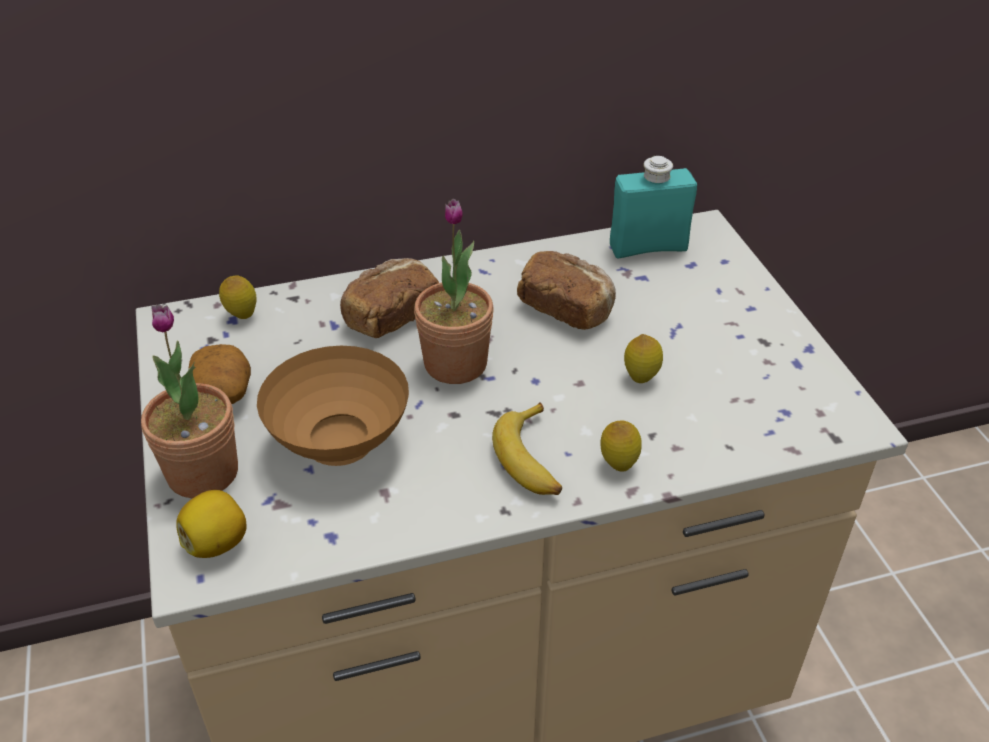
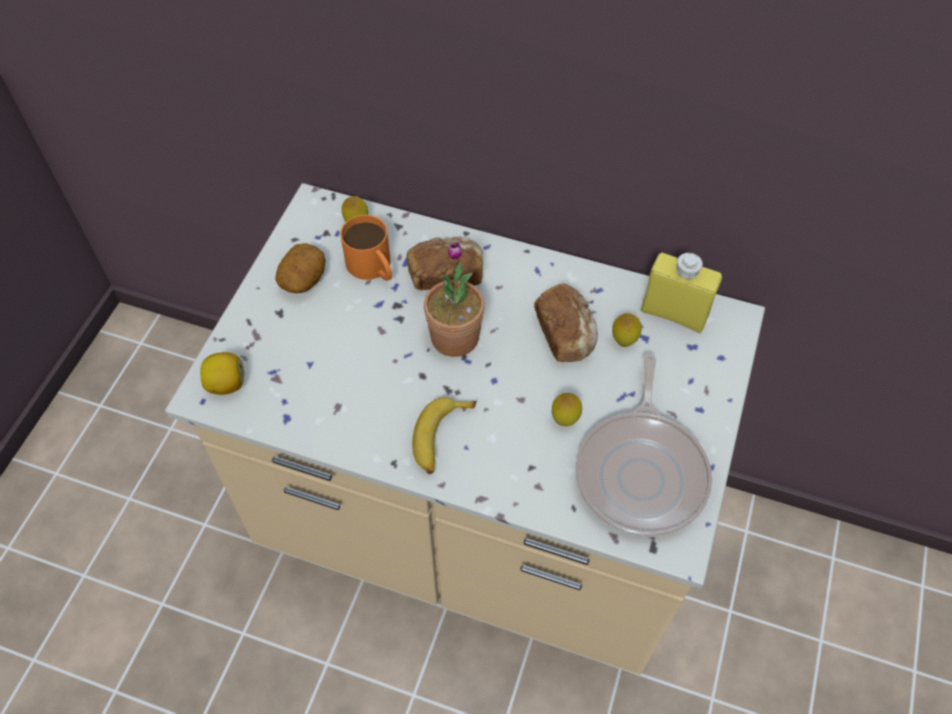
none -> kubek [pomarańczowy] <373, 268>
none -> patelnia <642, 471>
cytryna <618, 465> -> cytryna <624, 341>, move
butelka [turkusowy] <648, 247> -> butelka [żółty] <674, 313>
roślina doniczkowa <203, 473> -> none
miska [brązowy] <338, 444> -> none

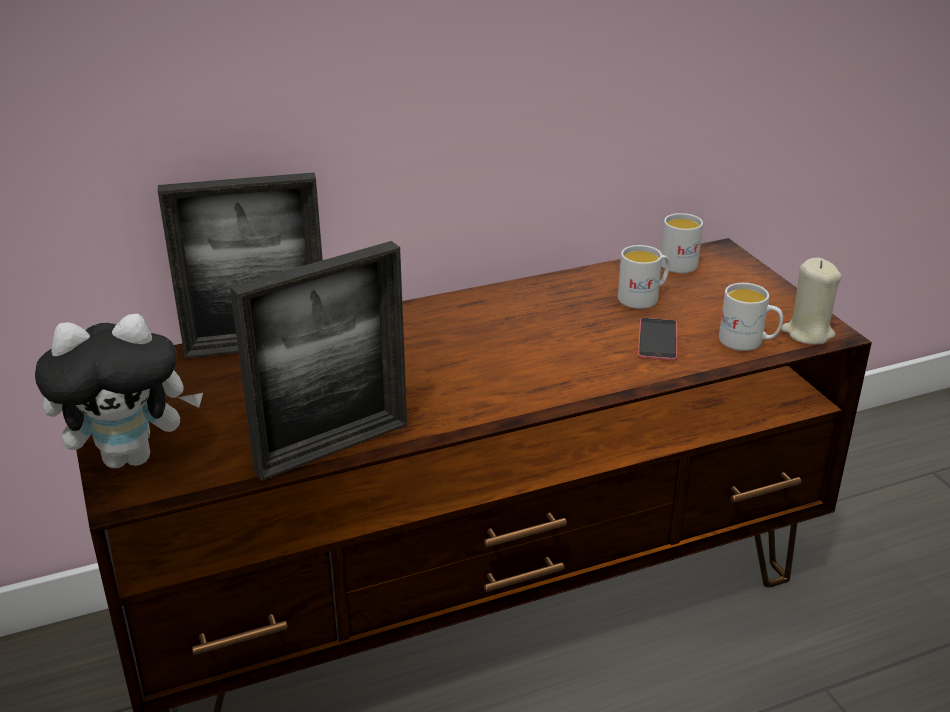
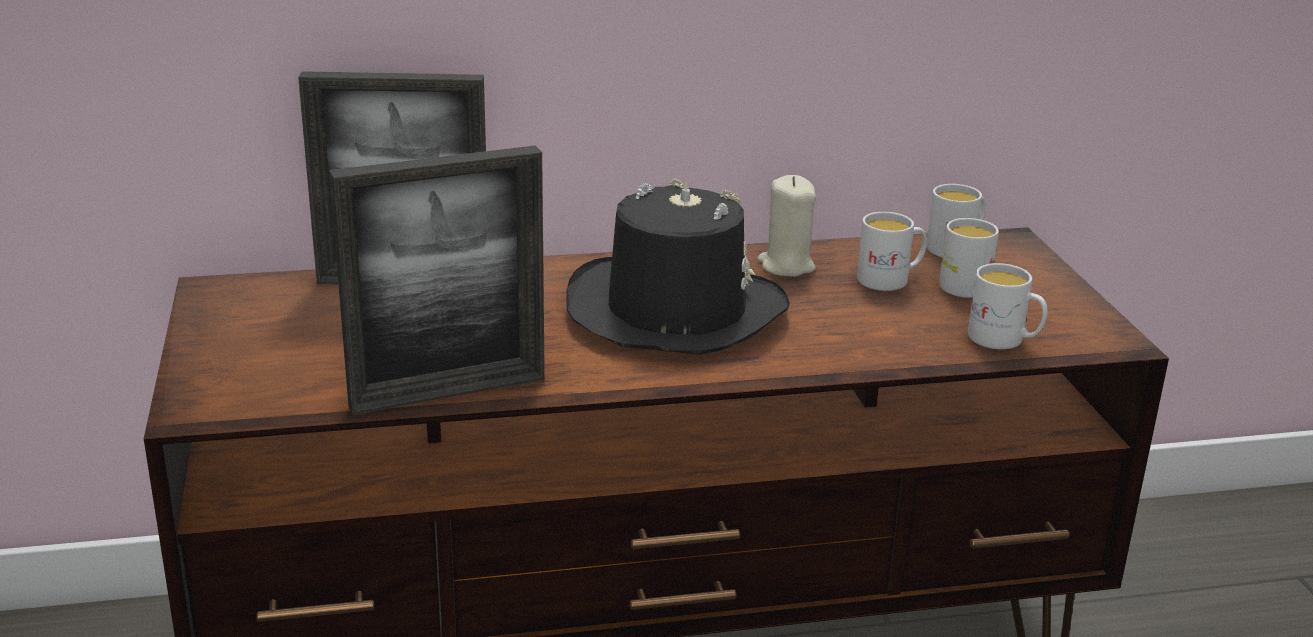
none -> kapelusz [czarny] <675, 310>
świeca [beżowy] <807, 333> -> świeca [beżowy] <786, 265>, move
none -> kubek [biały] <959, 283>
pluszak <131, 456> -> none
telefon <657, 339> -> none

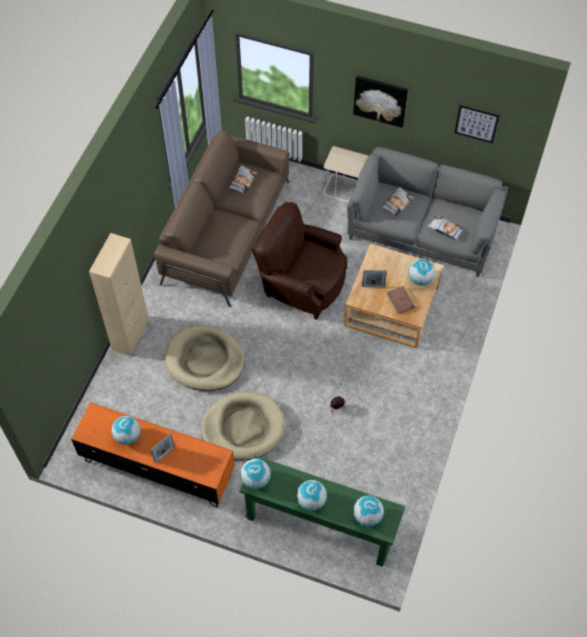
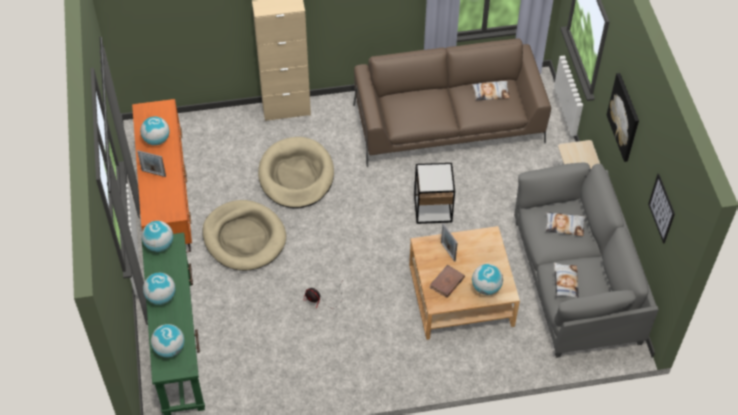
fotel [brązowy] <301, 283> -> stolik <433, 208>

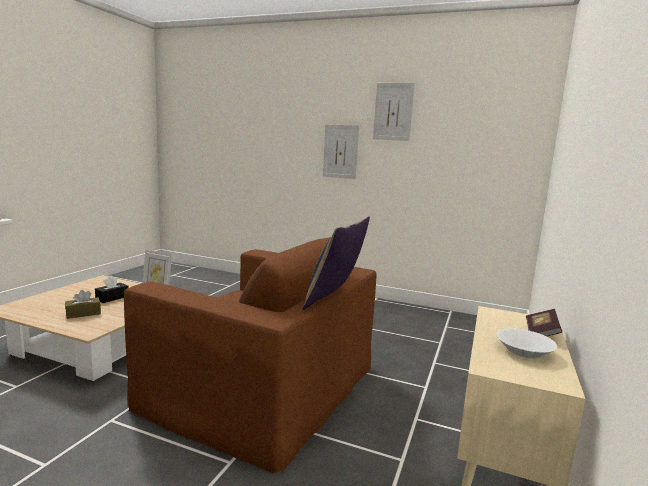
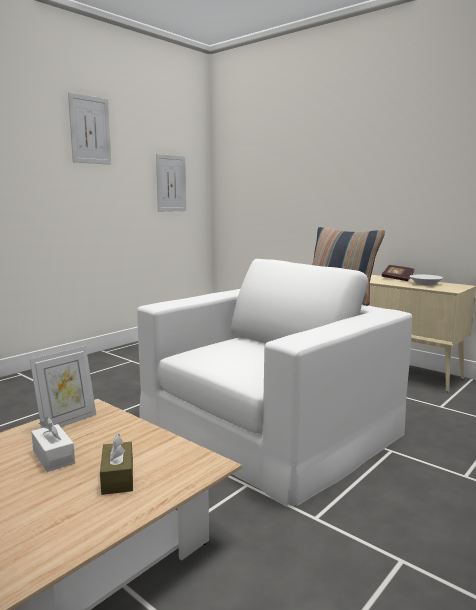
pudełko chusteczek [czarny] <112, 298> -> pudełko chusteczek [biały] <53, 457>
fotel [brązowy] <262, 385> -> fotel [biały] <269, 426>
obraz <340, 151> -> obraz <171, 183>, move

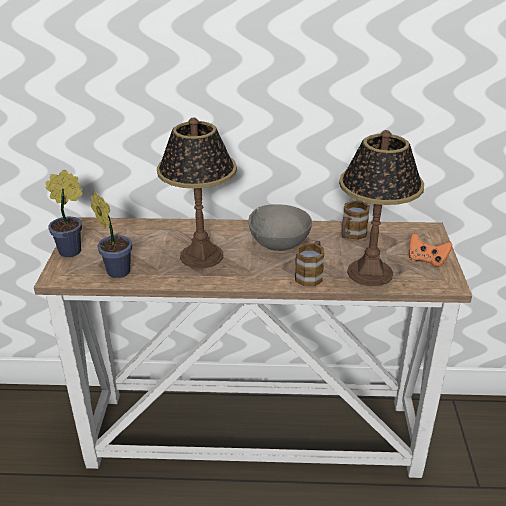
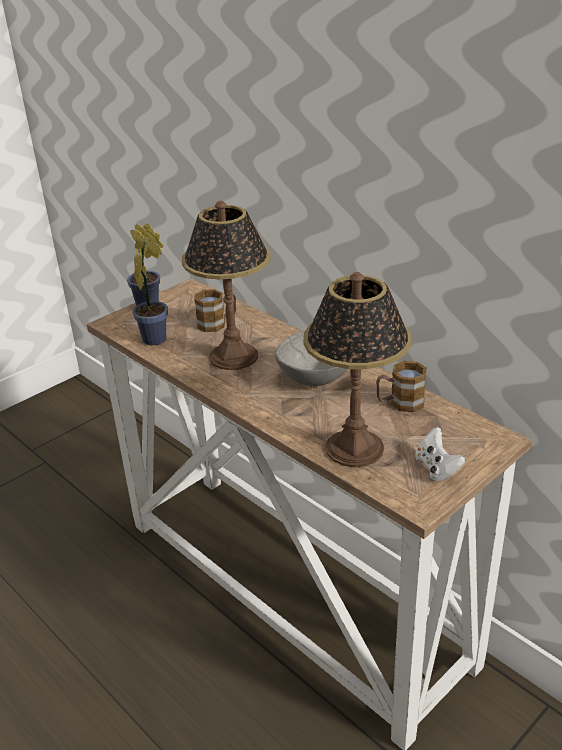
kubek <310, 274> -> kubek <217, 323>, move
pad do gier [pomarańczowy] <426, 260> -> pad do gier [biały] <436, 468>

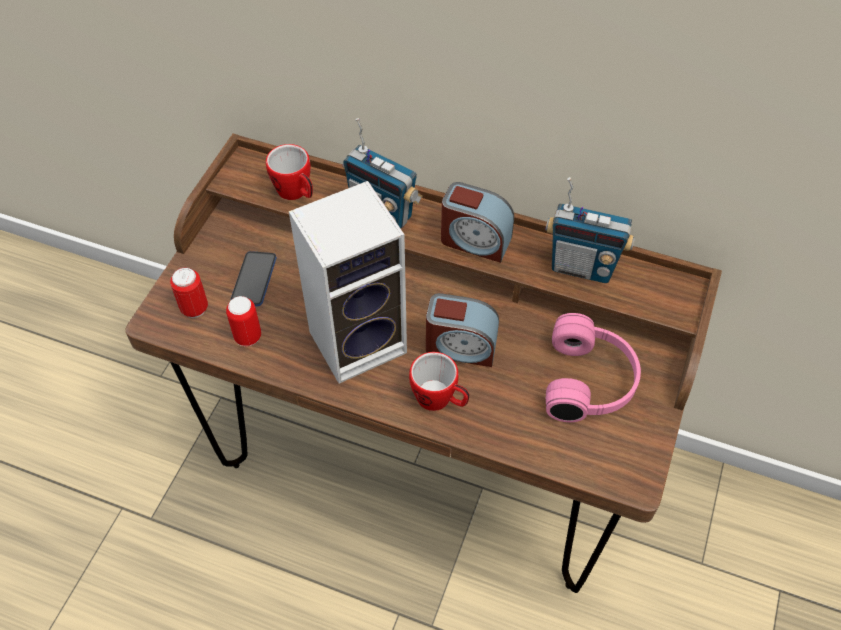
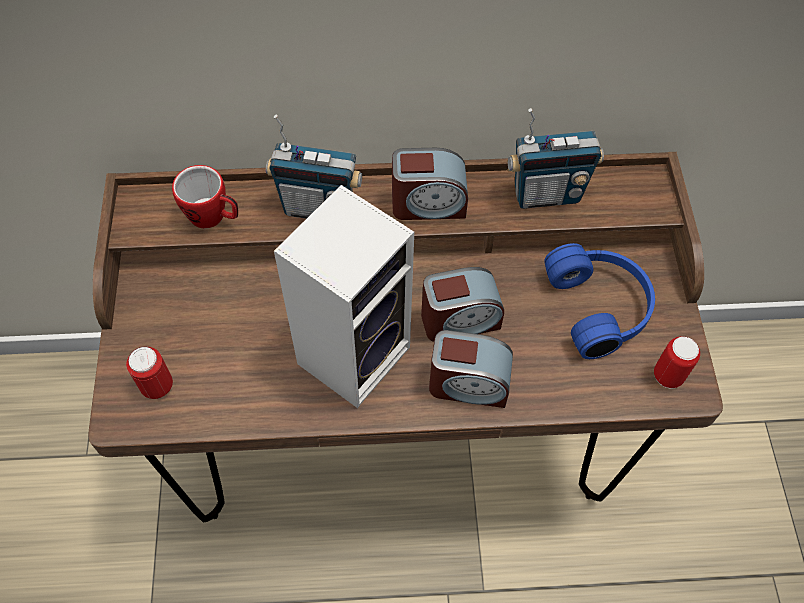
kubek <440, 400> -> budzik <468, 384>
słuchawki [różowy] <590, 381> -> słuchawki [niebieski] <600, 306>
puszka <248, 336> -> puszka <668, 375>, move
telefon <254, 280> -> none

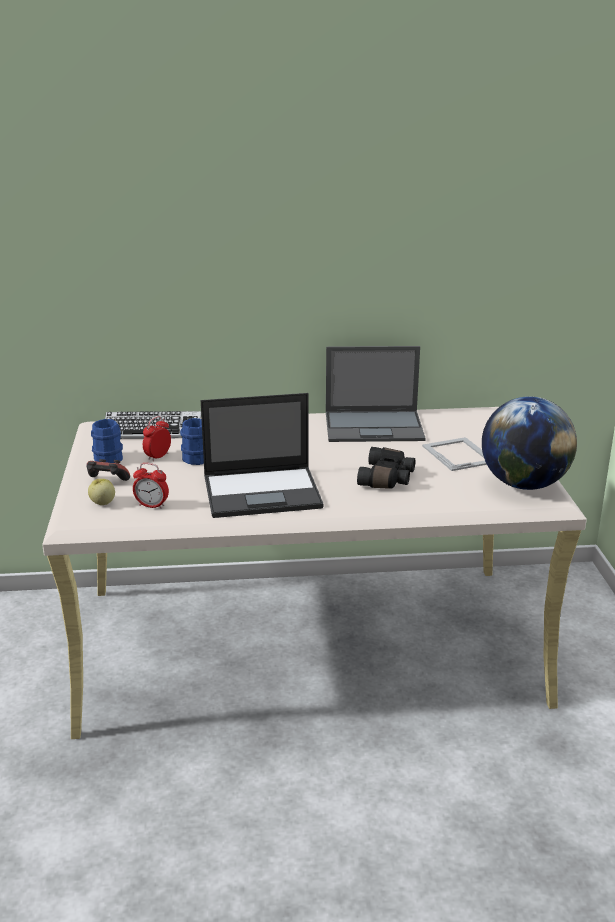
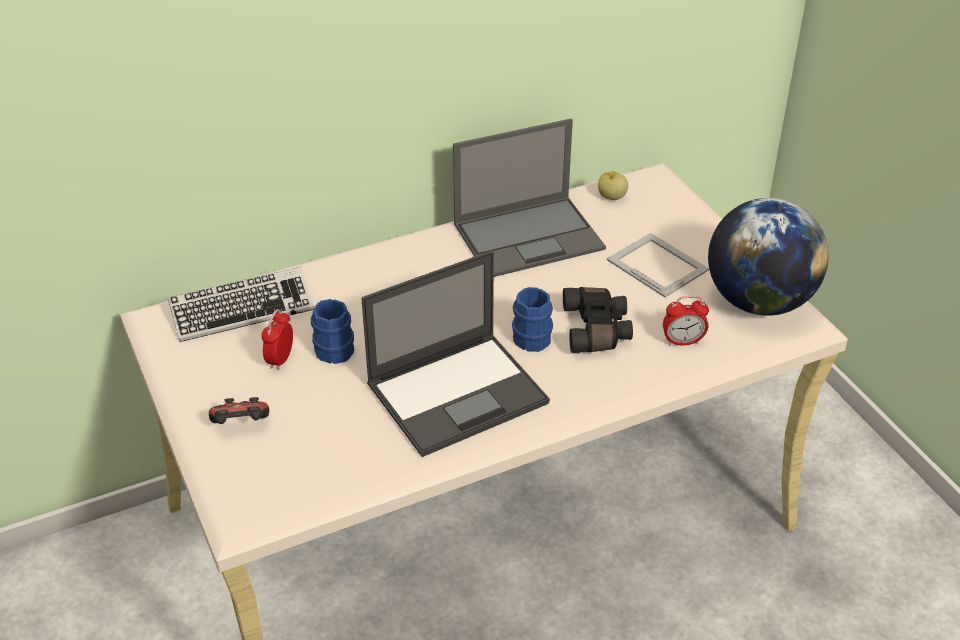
kubek [niebieski] <111, 457> -> kubek [niebieski] <532, 334>, move
jabłko <102, 503> -> jabłko <611, 197>, move
budzik <152, 506> -> budzik <682, 342>, move

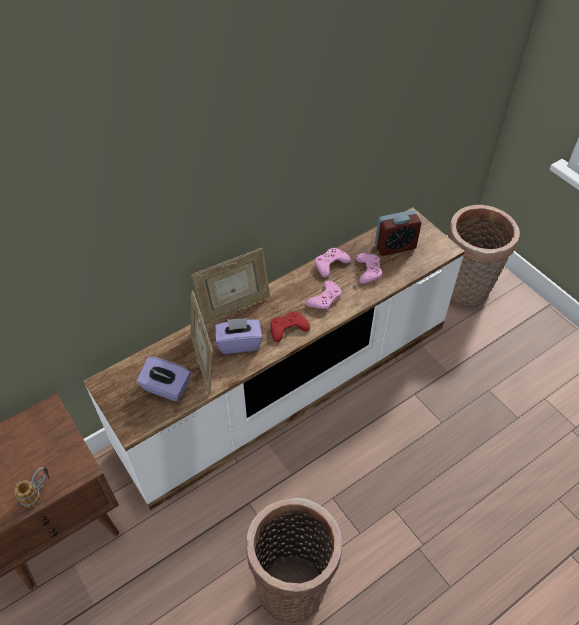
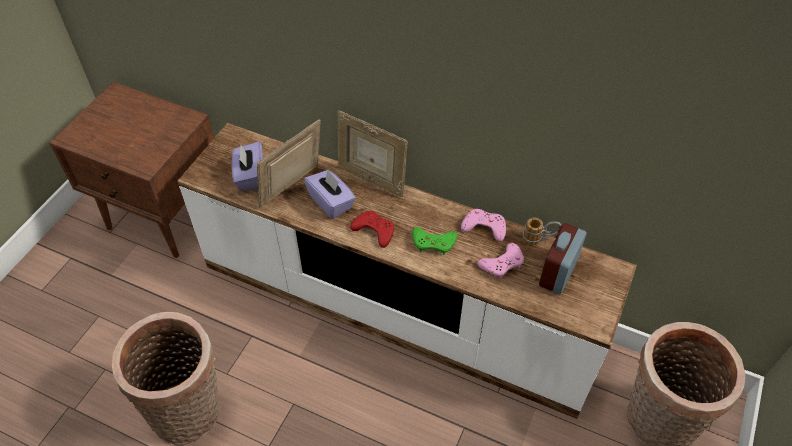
pad do gier [różowy] <325, 299> -> pad do gier [zielony] <433, 243>
kubek <38, 492> -> kubek <540, 240>, move
budzik <395, 246> -> budzik <558, 273>, 75 degrees clockwise

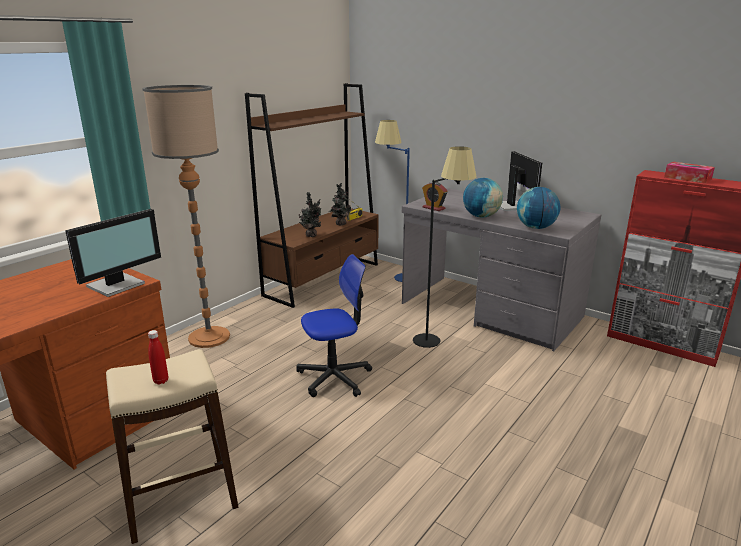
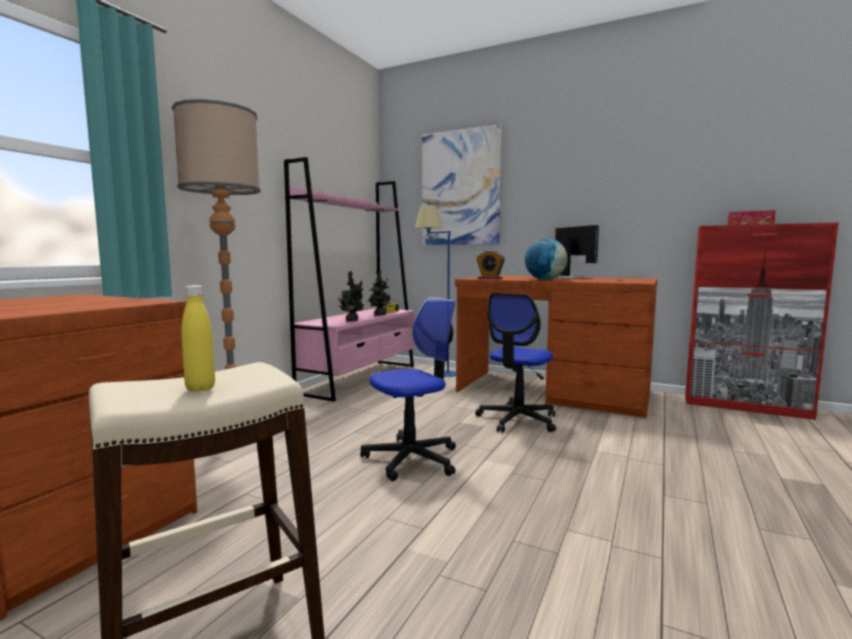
butelka [czerwony] <161, 381> -> butelka [żółty] <200, 388>
regał [brązowy] <323, 279> -> regał [różowy] <360, 378>
none -> obraz <460, 188>
biurko [szary] <490, 310> -> biurko [brązowy] <553, 392>
lampa stojąca [czarny] <438, 343> -> krzesło biurowe <517, 420>
monitor <117, 285> -> none
globus <536, 228> -> none

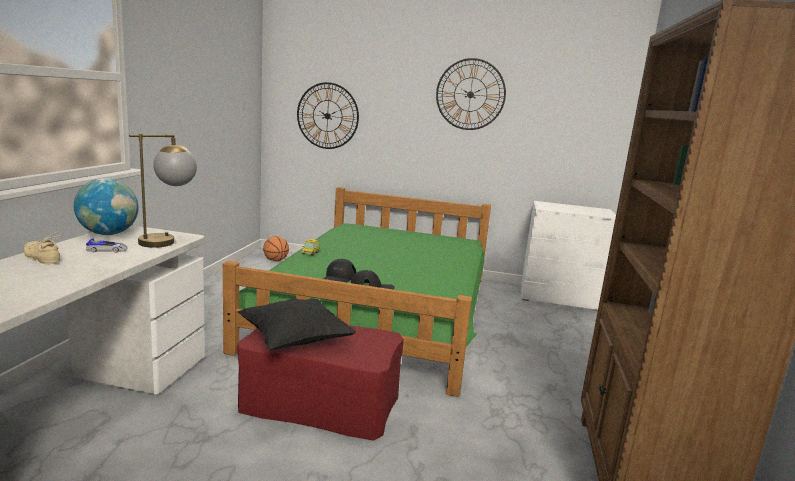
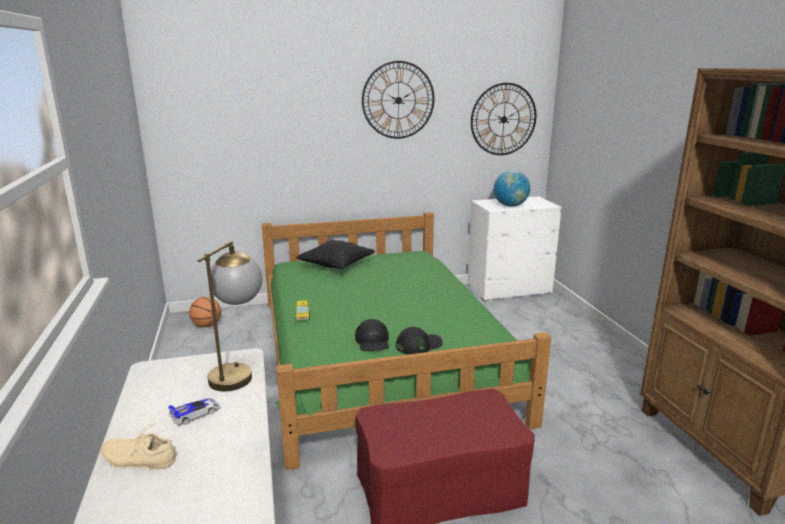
poduszka [czarny] <295, 341> -> poduszka [czarny] <337, 267>, move
zegar ścienny <327, 116> -> zegar ścienny <503, 119>, move
globus <108, 234> -> globus <510, 206>, move

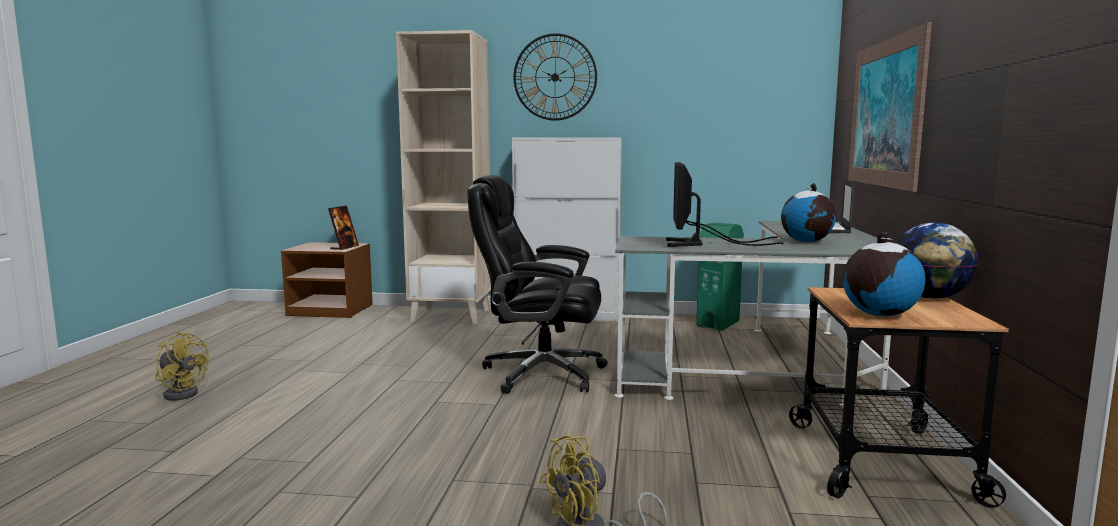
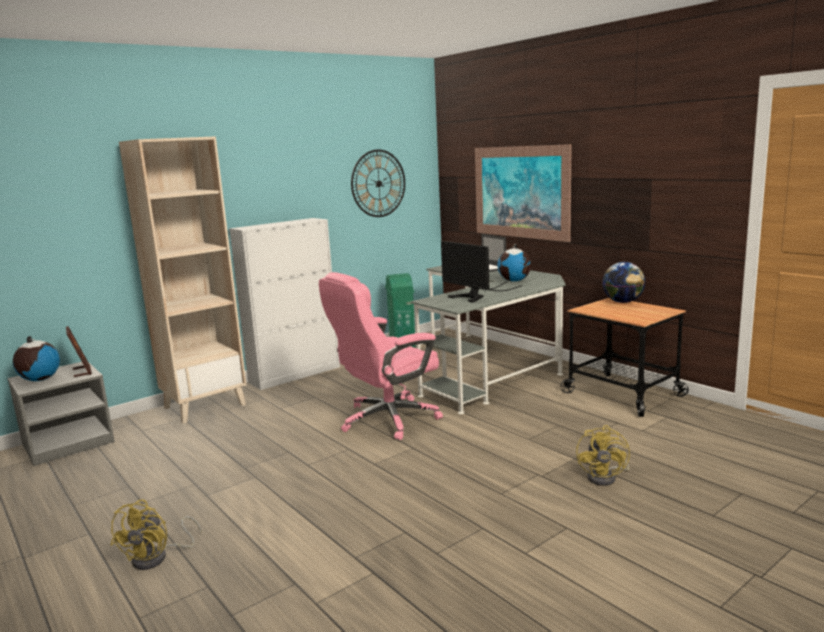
szafka nocna [brązowy] <331, 310> -> szafka nocna [szary] <69, 443>
globus <879, 315> -> globus <40, 380>, move
wentylator [żółty] <182, 393> -> wentylator [żółty] <157, 558>, 120 degrees clockwise
krzesło biurowe [czarny] <540, 374> -> krzesło biurowe [różowy] <387, 419>
zegar ścienny <555, 77> -> zegar ścienny <378, 183>, move

